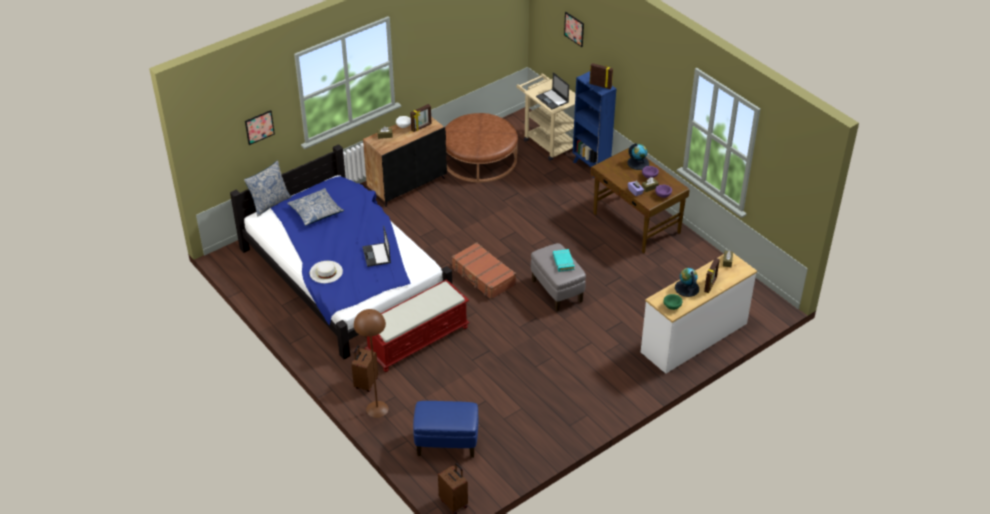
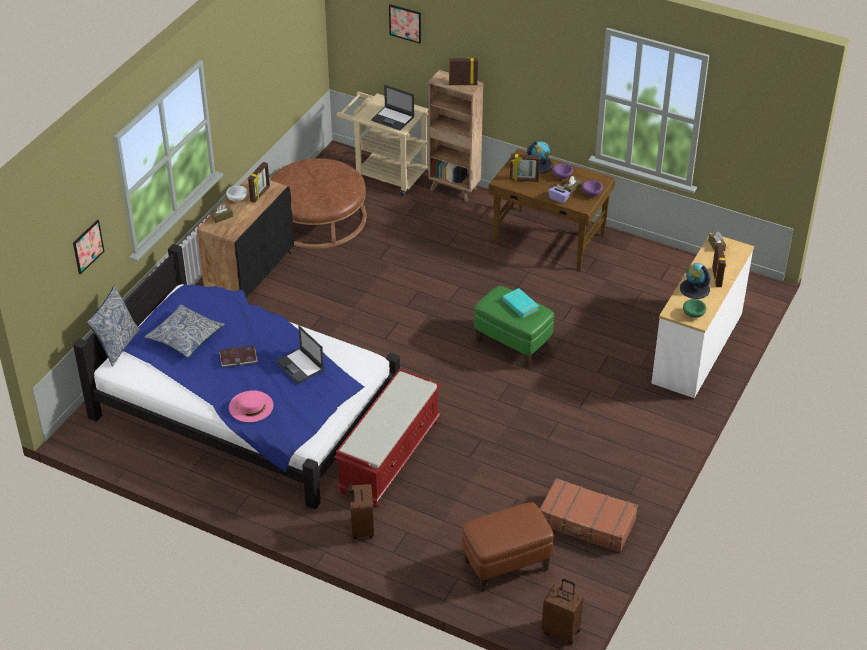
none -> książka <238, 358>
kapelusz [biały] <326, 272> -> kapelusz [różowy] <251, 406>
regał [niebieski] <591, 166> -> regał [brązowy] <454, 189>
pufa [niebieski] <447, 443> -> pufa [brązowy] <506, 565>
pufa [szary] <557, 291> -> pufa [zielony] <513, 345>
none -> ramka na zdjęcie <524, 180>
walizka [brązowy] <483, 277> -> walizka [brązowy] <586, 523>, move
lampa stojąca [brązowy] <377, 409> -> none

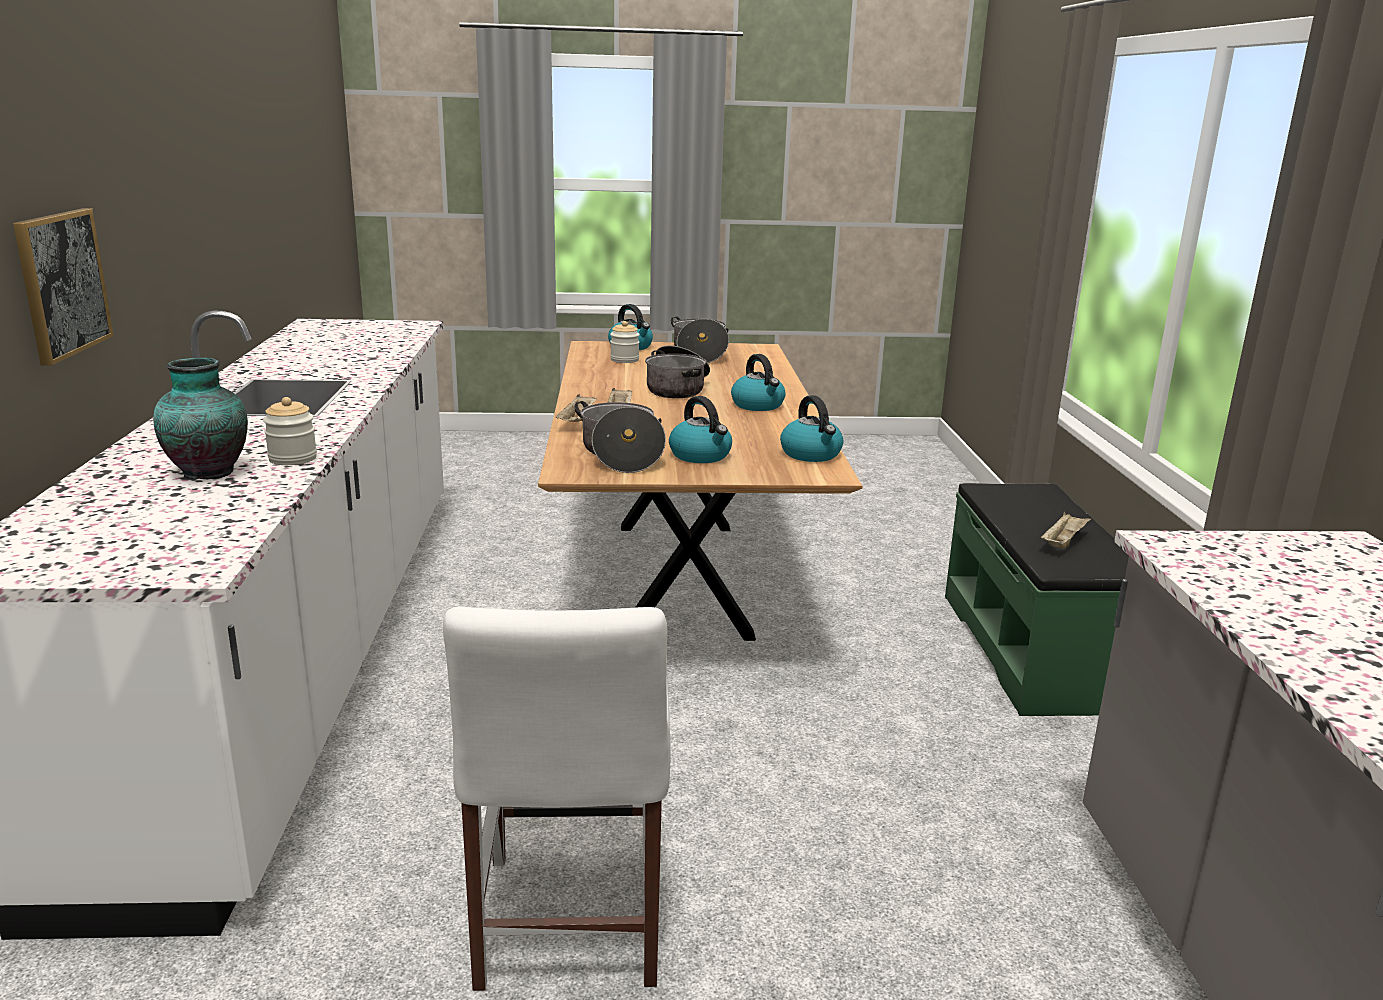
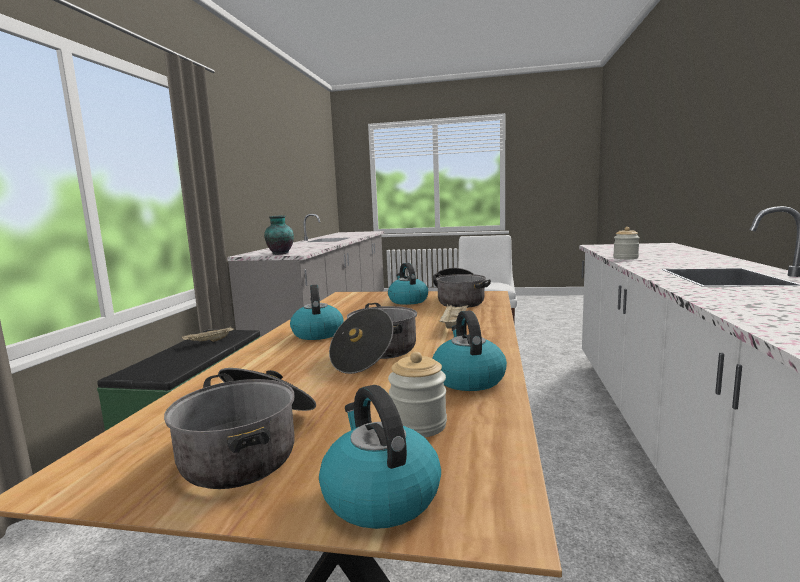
wazon <208, 471> -> wazon <280, 254>, move
czajnik <811, 454> -> czajnik <468, 379>, move
obraz <62, 284> -> none
taca [beżowy] <577, 422> -> none

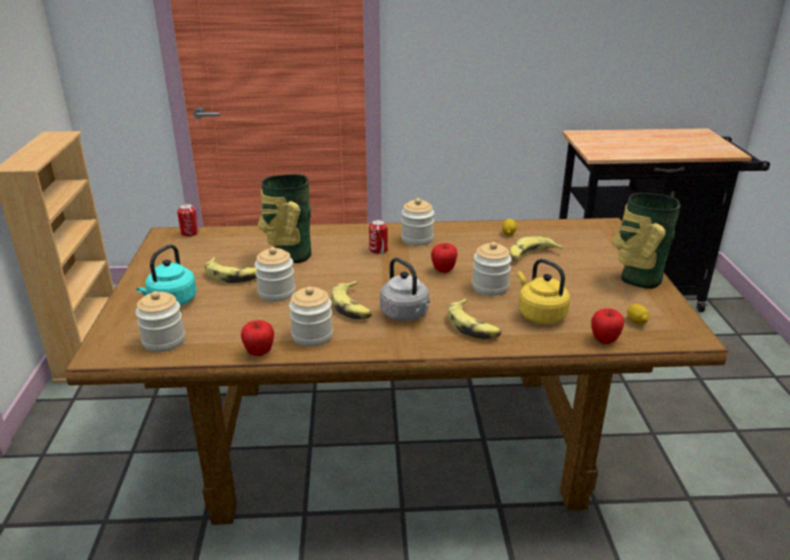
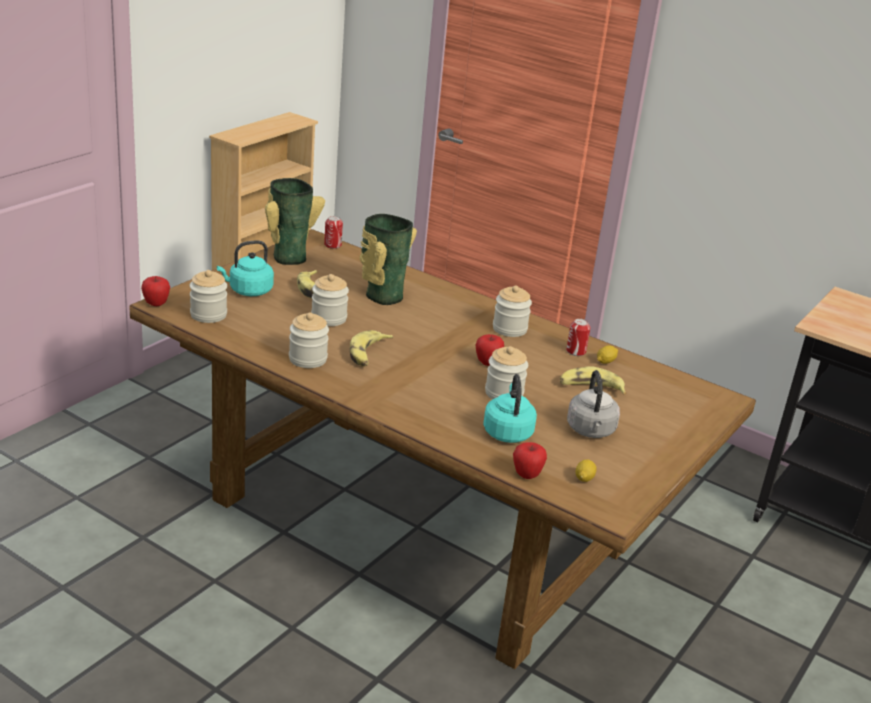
jabłko <259, 353> -> jabłko <156, 304>, move
wazon <638, 278> -> wazon <288, 256>, move
czajnik [żółty] <539, 315> -> czajnik [turkusowy] <507, 432>
puszka <378, 250> -> puszka <576, 351>, move
czajnik [szary] <406, 315> -> czajnik [szary] <591, 431>, move
banan <473, 326> -> none

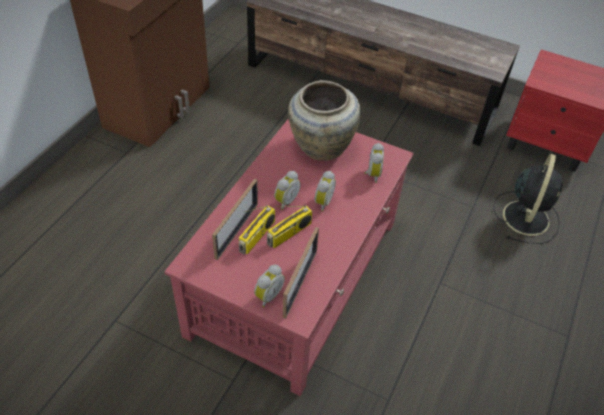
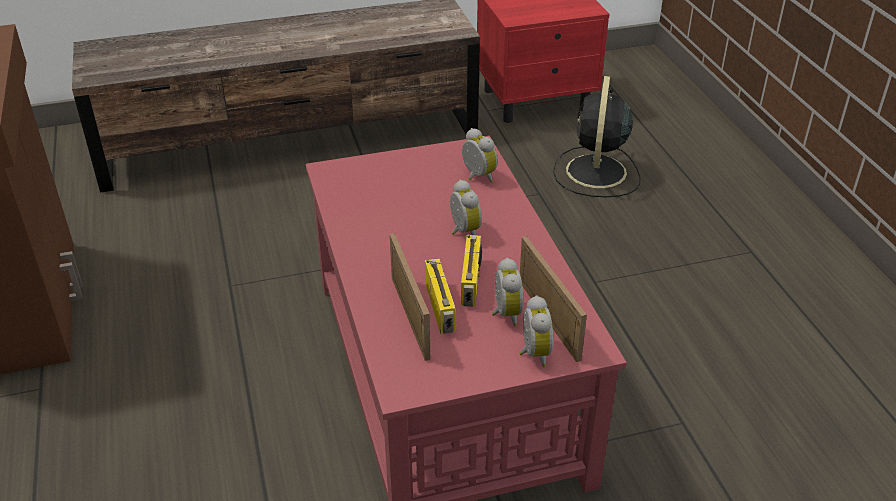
budzik <285, 201> -> budzik <504, 314>, move
wentylator [czarny] <526, 216> -> wentylator [czarny] <596, 173>, 150 degrees counterclockwise
wazon [beżowy] <320, 147> -> none

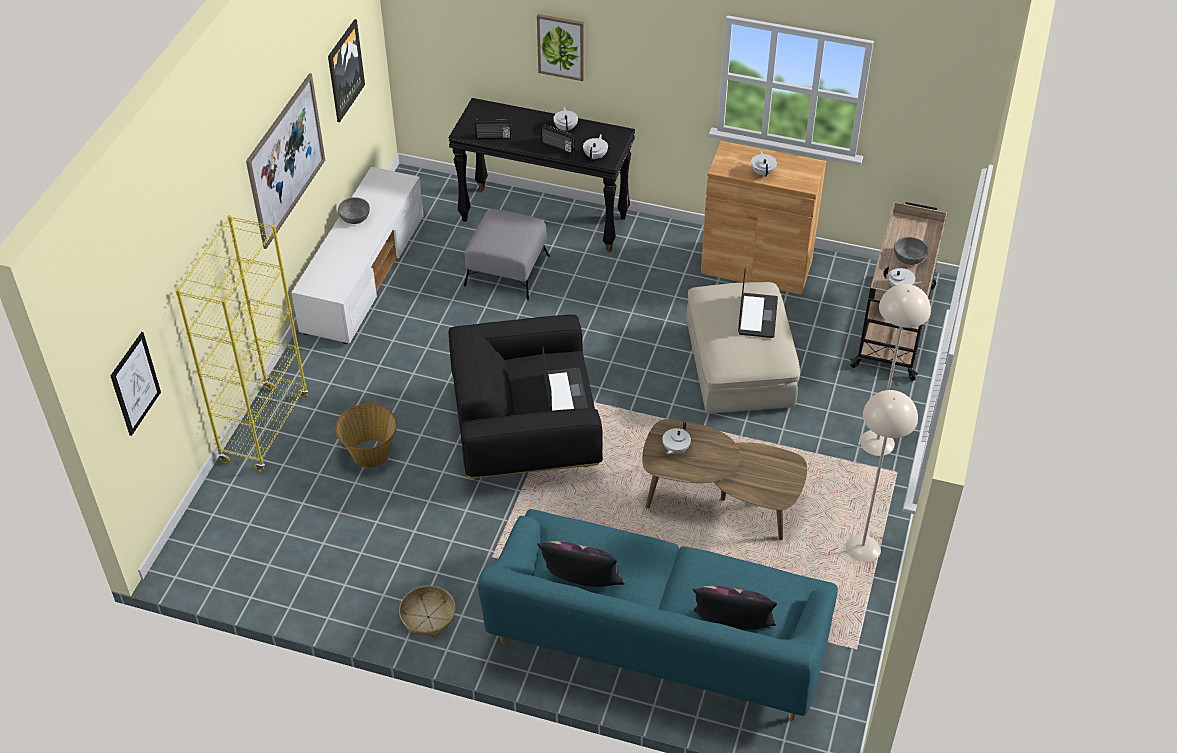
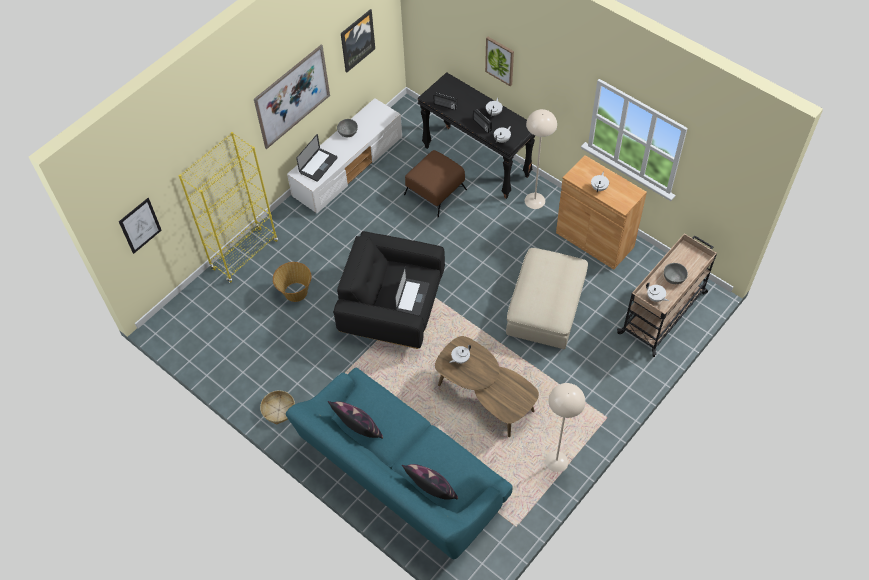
laptop <757, 316> -> laptop <318, 165>, move
pufa [szary] <506, 271> -> pufa [brązowy] <435, 192>
lampa stojąca [beżowy] <877, 443> -> lampa stojąca [beżowy] <534, 201>, move

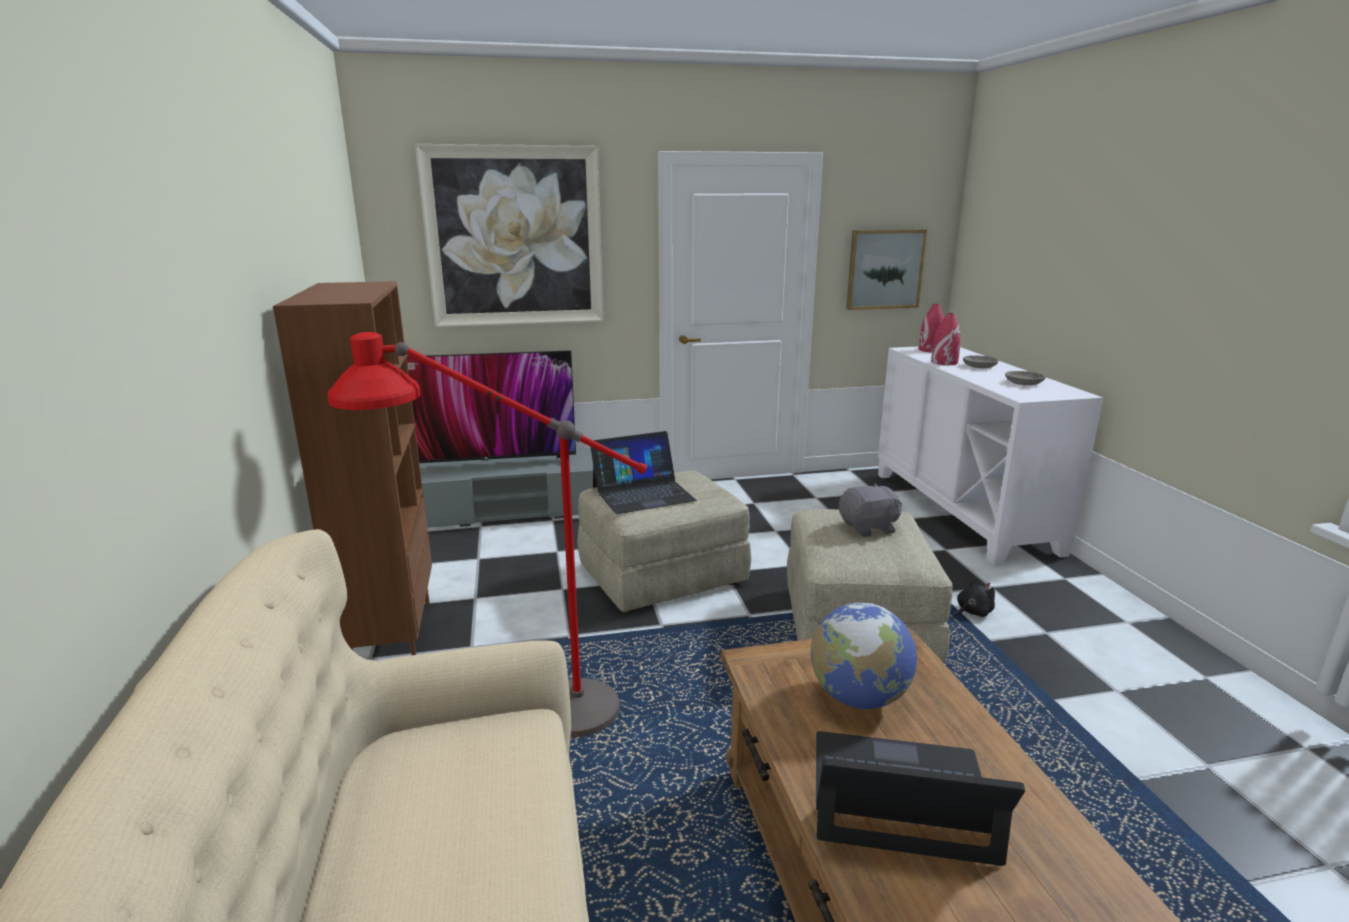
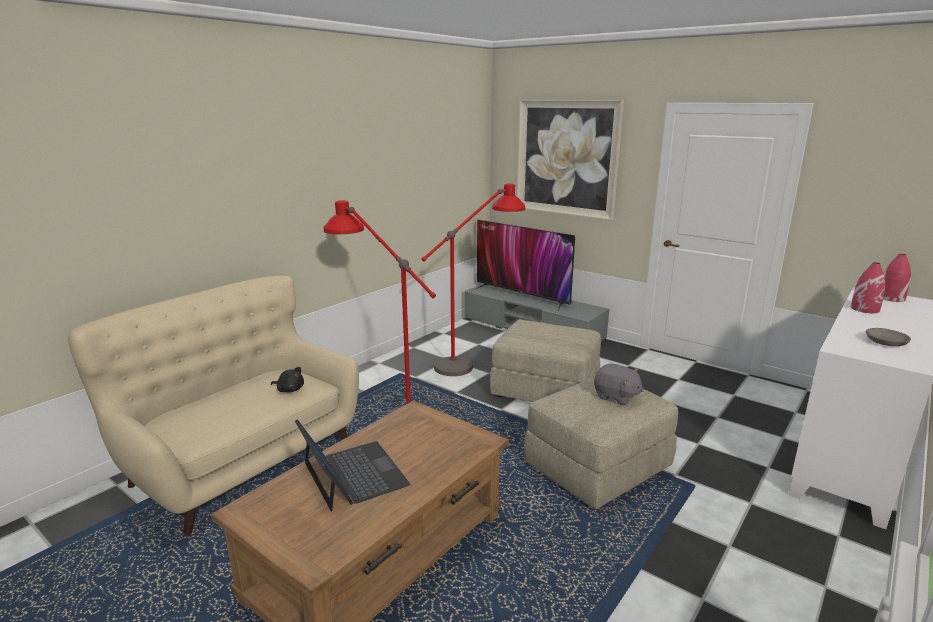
pluszak [czarny] <972, 612> -> pluszak [czarny] <289, 389>, move
none -> lampa stojąca [czerwony] <475, 360>
regał [brązowy] <391, 635> -> none
laptop <642, 493> -> none
globus <858, 697> -> none
obraz <884, 269> -> none
miska [szary] <979, 366> -> none

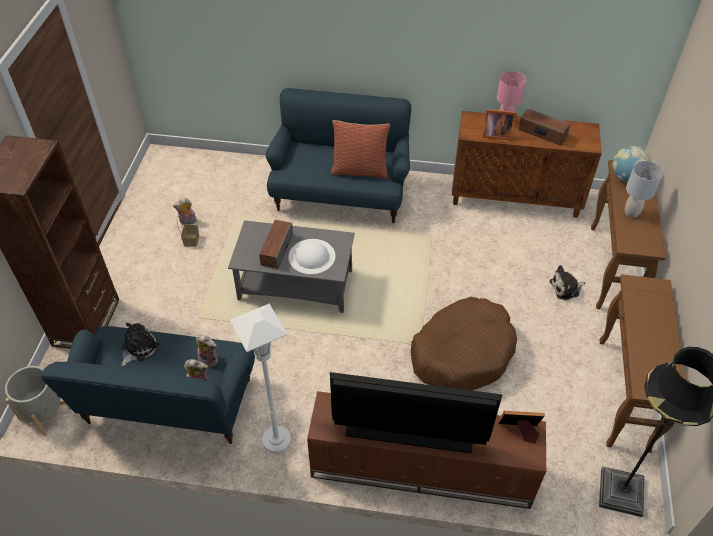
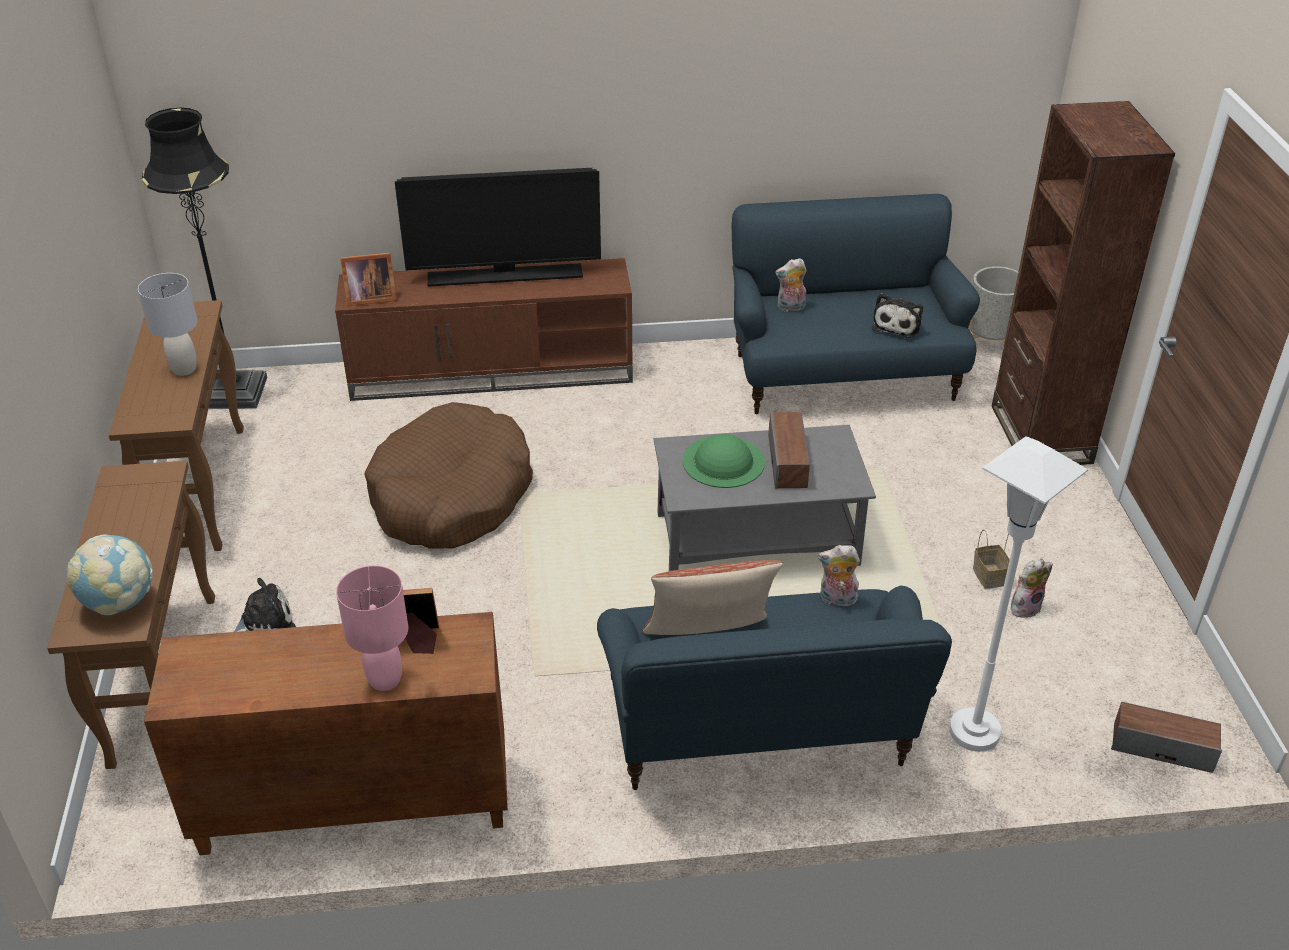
lampa stołowa [szary] <631, 213> -> lampa stołowa [szary] <183, 369>, move
kapelusz [biały] <311, 256> -> kapelusz [zielony] <723, 461>
pluszak <210, 359> -> pluszak <836, 599>, move
lampa stojąca [biały] <277, 440> -> lampa stojąca [biały] <974, 732>, move
głośnik <542, 133> -> głośnik <1162, 747>, move

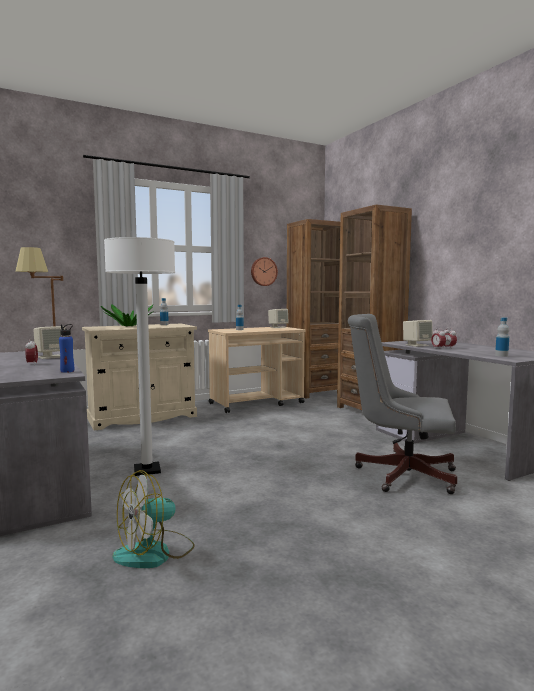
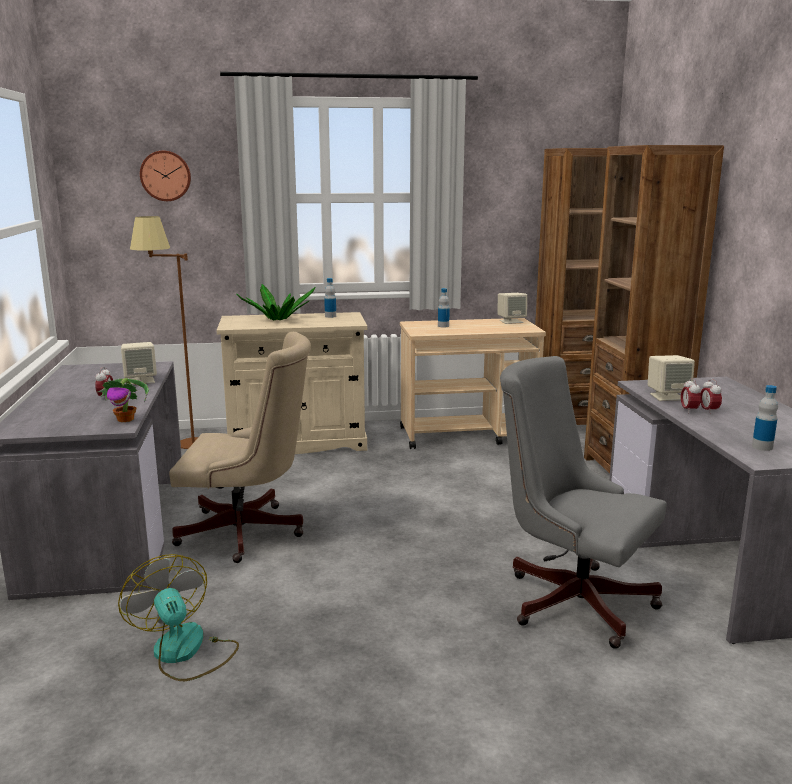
butelka [niebieski] <67, 371> -> roślina doniczkowa <126, 419>
wentylator <155, 552> -> wentylator <185, 652>, 75 degrees clockwise
zegar ścienny <263, 271> -> zegar ścienny <166, 176>, move
lampa stojąca [biały] <147, 470> -> krzesło biurowe [beżowy] <248, 533>

